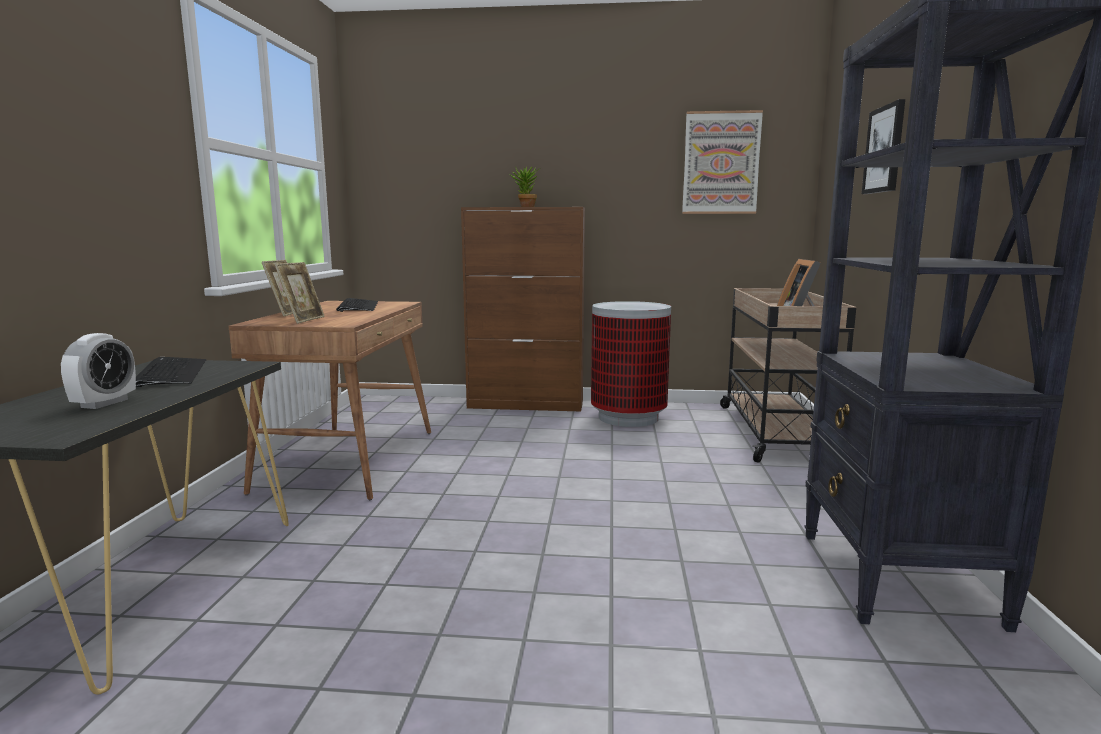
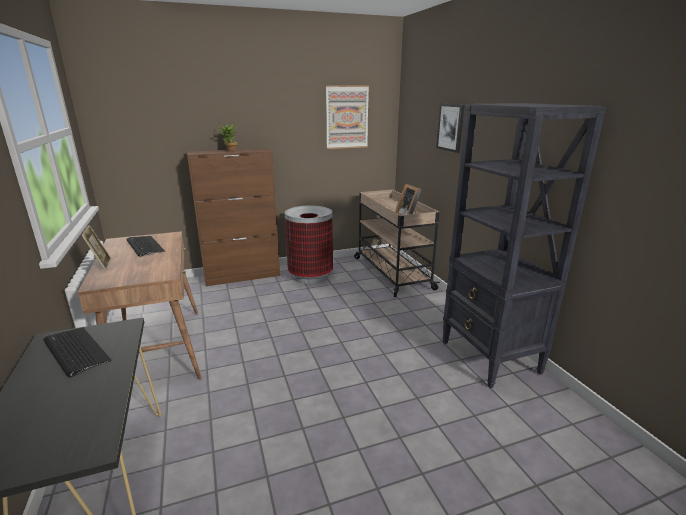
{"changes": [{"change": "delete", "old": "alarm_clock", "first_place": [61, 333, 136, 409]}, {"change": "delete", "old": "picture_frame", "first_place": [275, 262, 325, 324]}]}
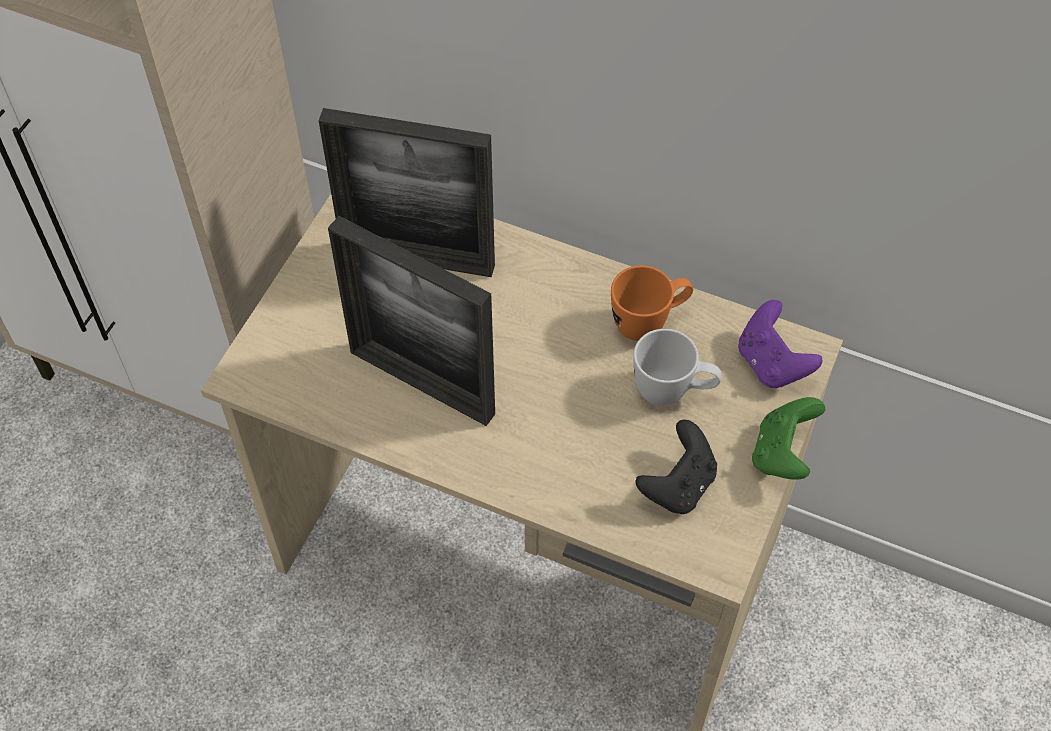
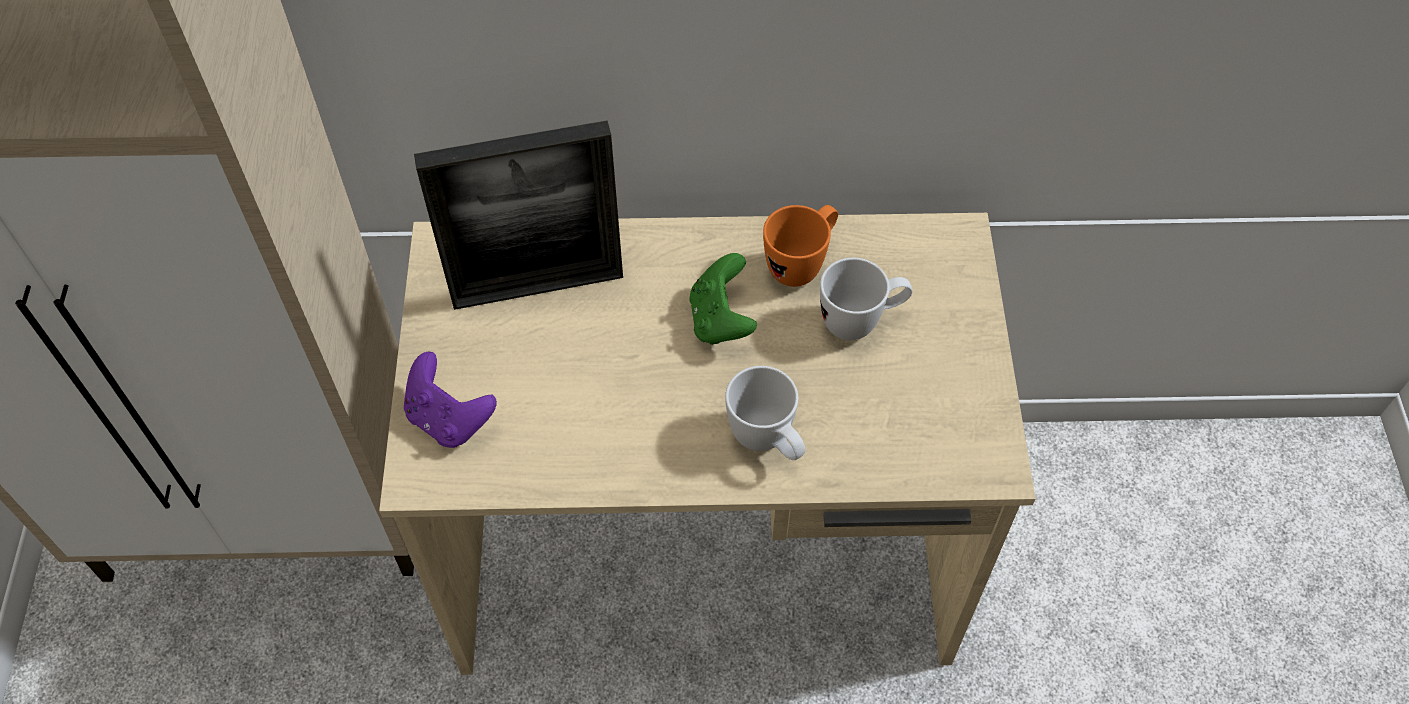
{"changes": [{"change": "delete", "old": "picture_frame", "first_place": [328, 216, 495, 426]}, {"change": "delete", "old": "black_game_controller", "first_place": [635, 420, 717, 514]}, {"change": "insert", "new": "white_mug", "second_place": [725, 366, 805, 460]}, {"change": "move", "old": "purple_game_controller", "first_place": [738, 300, 822, 388], "second_place": [404, 352, 497, 448]}, {"change": "move", "old": "green_game_controller", "first_place": [752, 397, 825, 480], "second_place": [689, 253, 757, 345]}]}
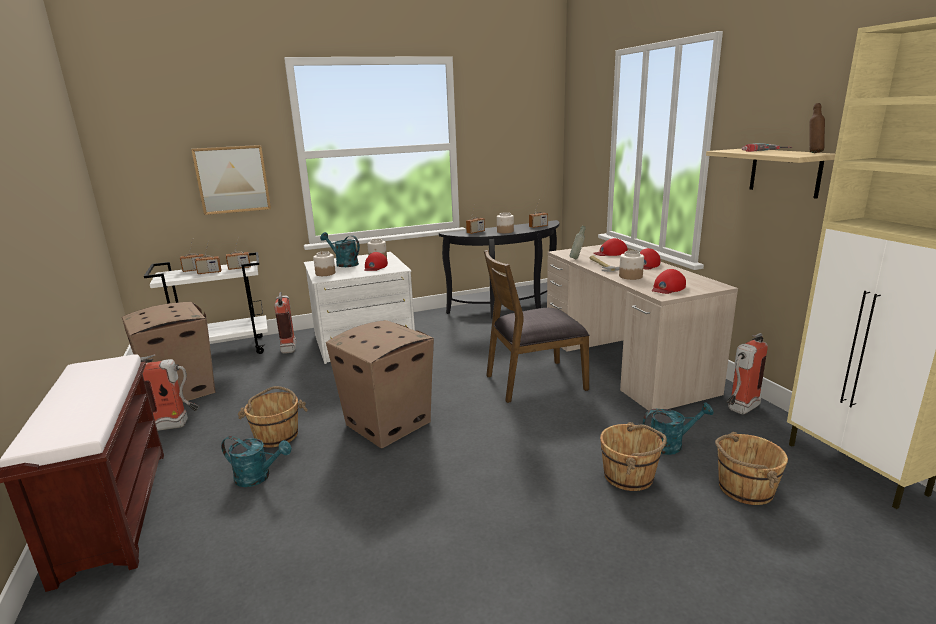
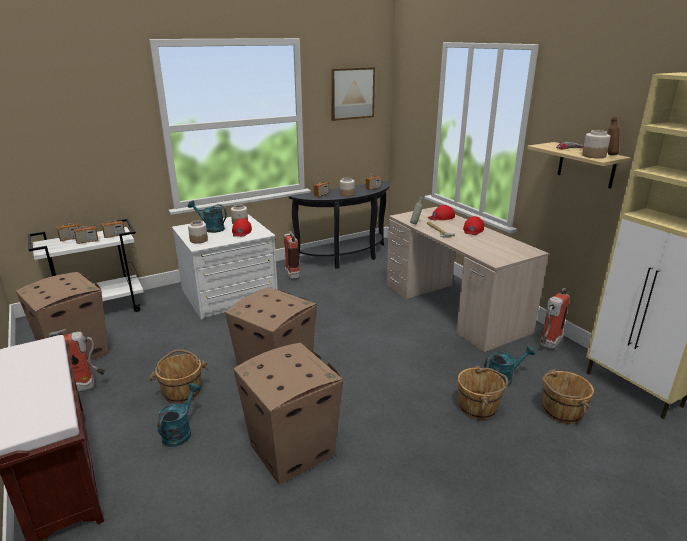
{"changes": [{"change": "delete", "old": "brown_chair", "first_place": [484, 250, 589, 403]}, {"change": "delete", "old": "red_cap", "first_place": [651, 269, 686, 294]}, {"change": "insert", "new": "cardboard_box", "second_place": [234, 343, 343, 485]}, {"change": "move", "old": "picture", "first_place": [191, 145, 271, 215], "second_place": [331, 67, 375, 121]}, {"change": "move", "old": "fire_extinguisher", "first_place": [274, 292, 296, 354], "second_place": [284, 231, 300, 280]}, {"change": "move", "old": "jar", "first_place": [619, 251, 644, 280], "second_place": [582, 130, 611, 158]}, {"change": "rotate", "old": "turquoise_watering_can", "first_place": [221, 436, 292, 487], "second_place": [157, 383, 200, 447], "degrees": -75}]}
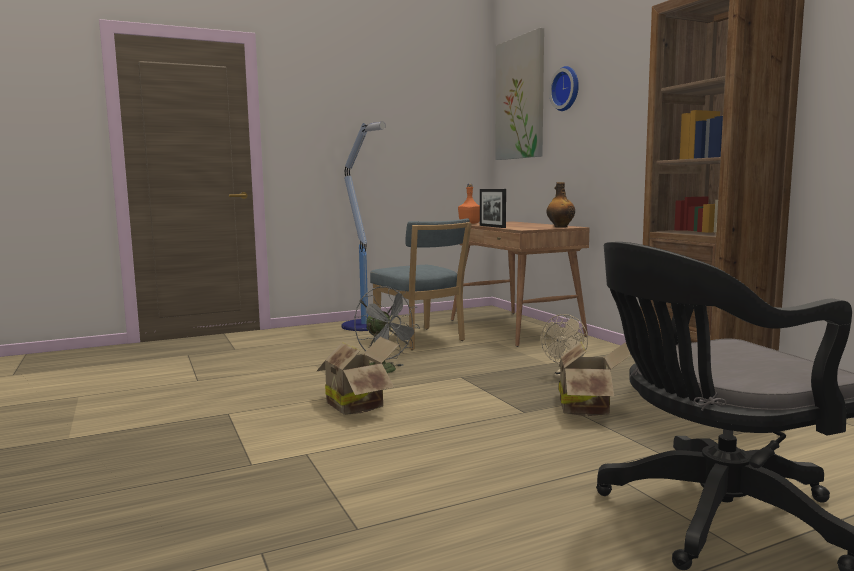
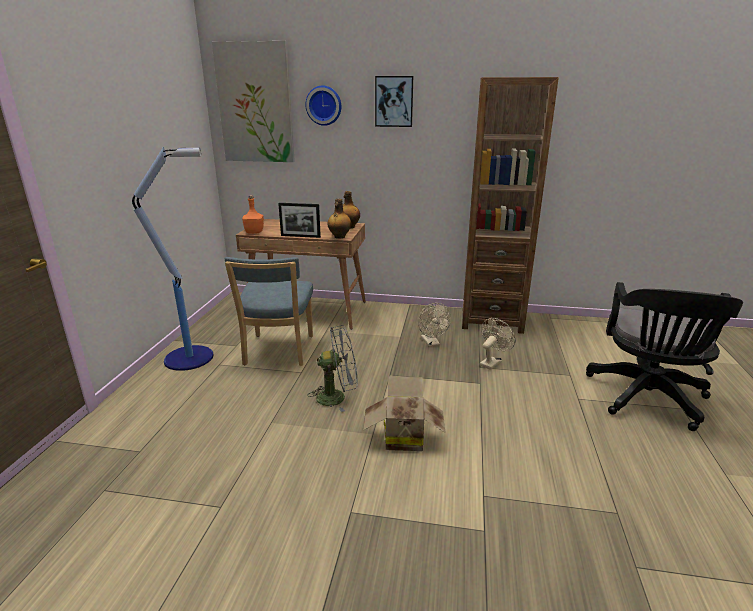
{"changes": [{"change": "insert", "new": "bottle", "second_place": [327, 199, 351, 239]}, {"change": "insert", "new": "picture", "second_place": [375, 76, 413, 127]}, {"change": "replace", "old": "cardboard_box", "new": "beige_fan", "first_place": [559, 342, 631, 416], "second_place": [480, 318, 516, 370]}, {"change": "rotate", "old": "blue_chair", "first_place": [370, 218, 472, 350], "second_place": [225, 257, 313, 366], "degrees": 90}]}
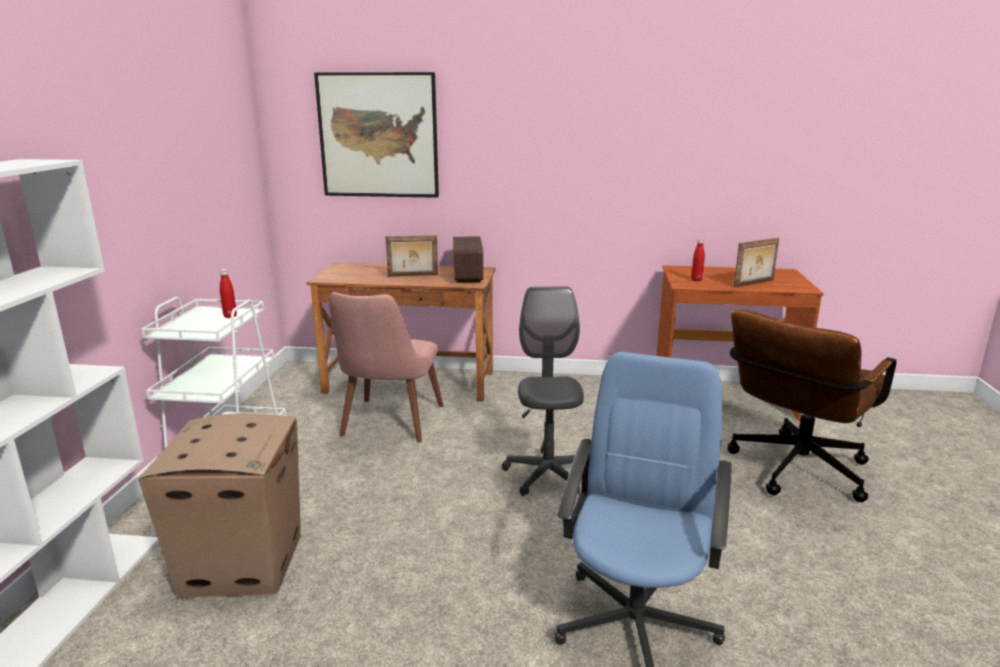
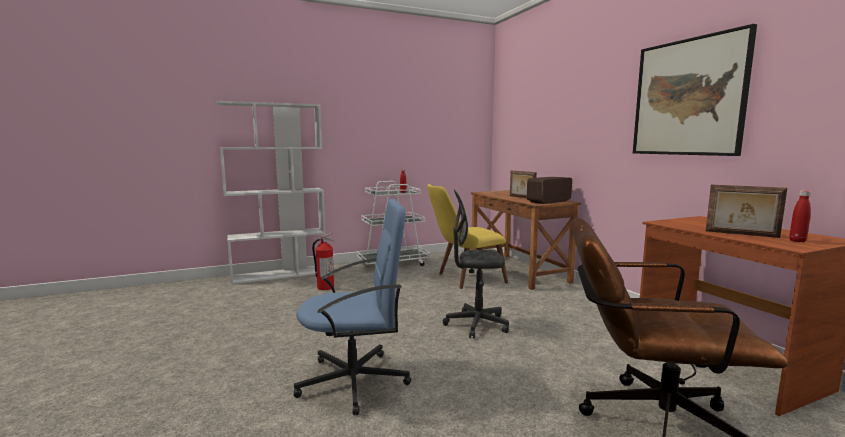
{"changes": [{"change": "move", "old": "picture", "first_place": [314, 72, 439, 198], "second_place": [633, 24, 757, 156]}, {"change": "move", "old": "red_bottle", "first_place": [691, 239, 705, 281], "second_place": [789, 191, 811, 242]}, {"change": "replace", "old": "cardboard_box", "new": "fire_extinguisher", "first_place": [138, 413, 301, 598], "second_place": [312, 233, 334, 290]}, {"change": "recolor", "old": "pink_chair", "new": "yellow_chair", "first_place": [329, 292, 444, 443], "second_place": [427, 184, 508, 289]}, {"change": "rotate", "old": "grey_office_chair", "first_place": [502, 287, 584, 496], "second_place": [443, 190, 509, 339], "degrees": -150}]}
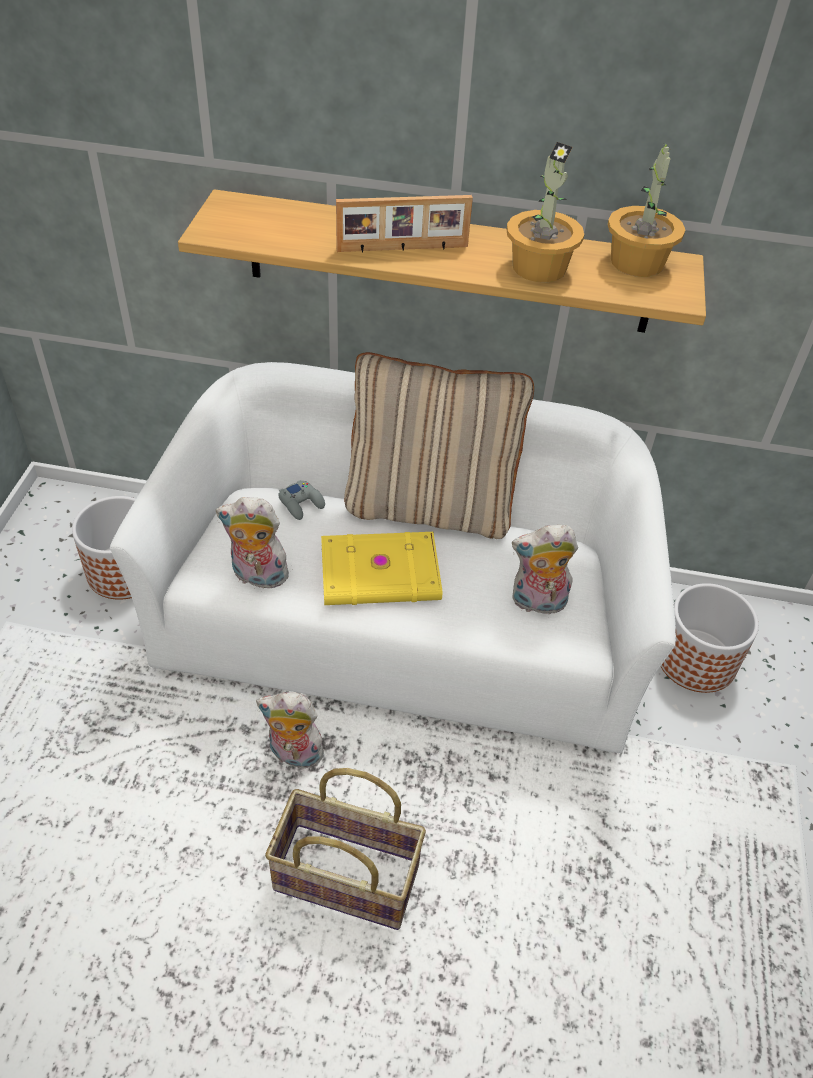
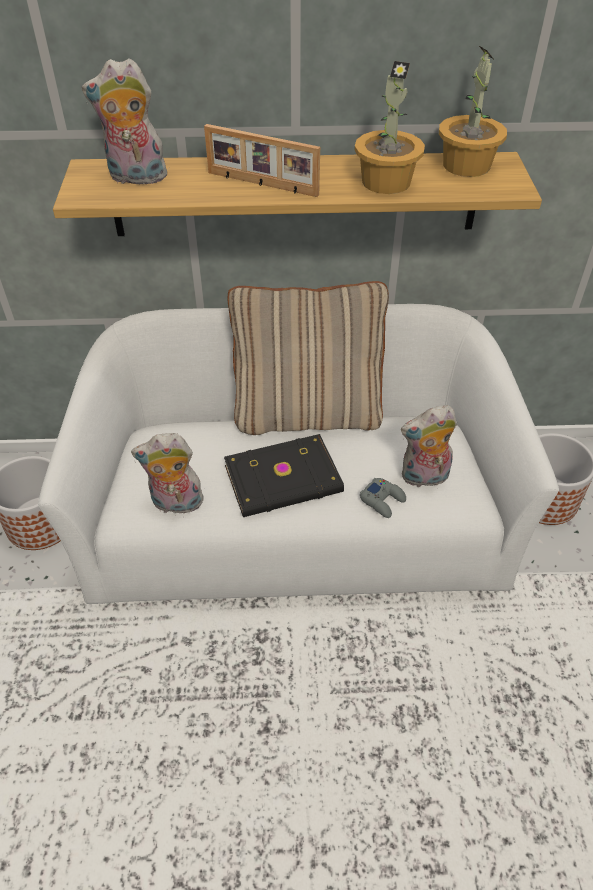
{"changes": [{"change": "delete", "old": "basket", "first_place": [265, 768, 426, 930]}, {"change": "move", "old": "plush_toy", "first_place": [256, 692, 328, 768], "second_place": [82, 58, 169, 184]}, {"change": "move", "old": "grey_game_controller", "first_place": [278, 480, 325, 520], "second_place": [360, 478, 406, 518]}, {"change": "recolor", "old": "yellow_book", "new": "black_book", "first_place": [321, 532, 442, 605], "second_place": [224, 434, 344, 517]}, {"change": "rotate", "old": "picture_frame", "first_place": [336, 195, 473, 253], "second_place": [204, 124, 320, 197], "degrees": 45}]}
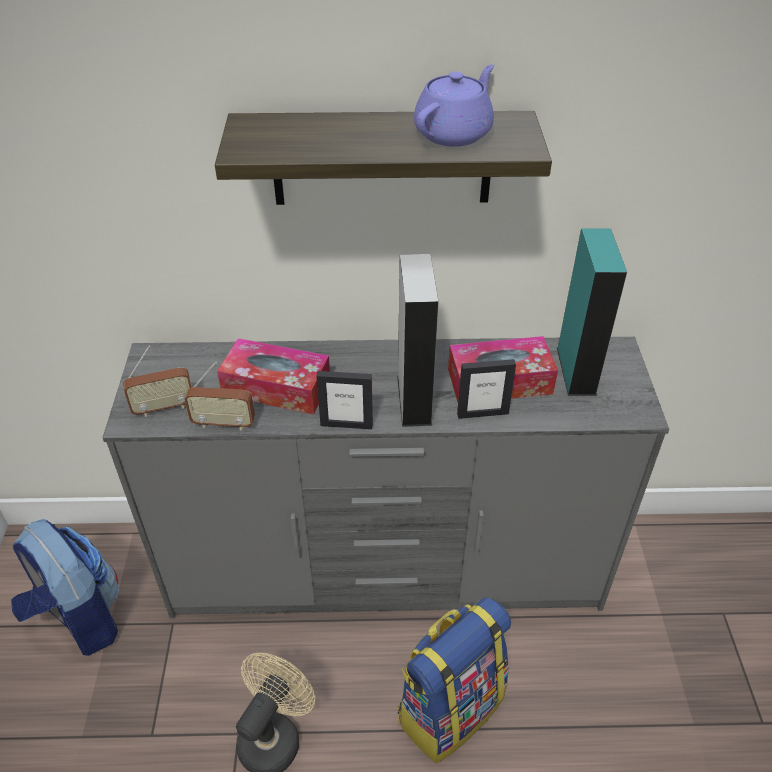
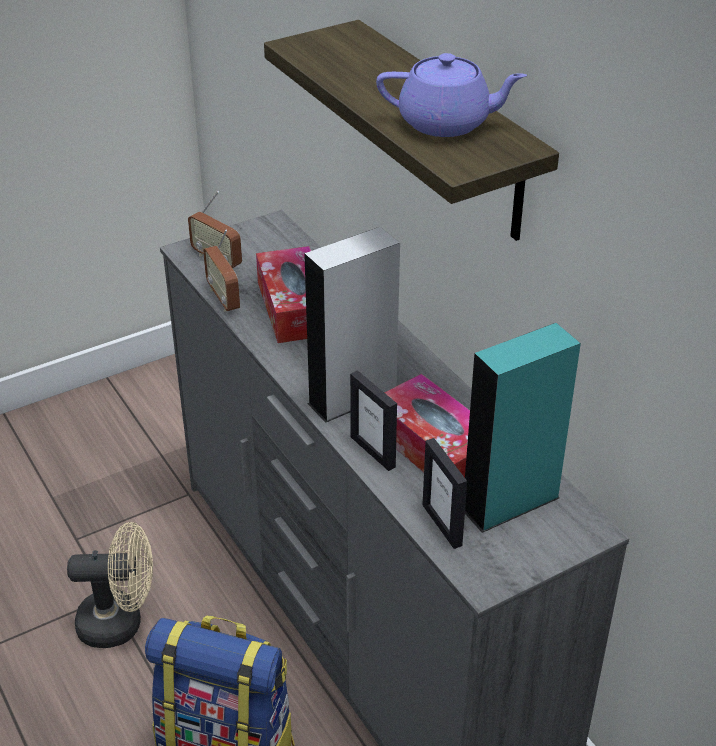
{"changes": [{"change": "delete", "old": "backpack", "first_place": [11, 519, 119, 656]}, {"change": "move", "old": "picture_frame", "first_place": [316, 371, 373, 429], "second_place": [422, 438, 467, 549]}]}
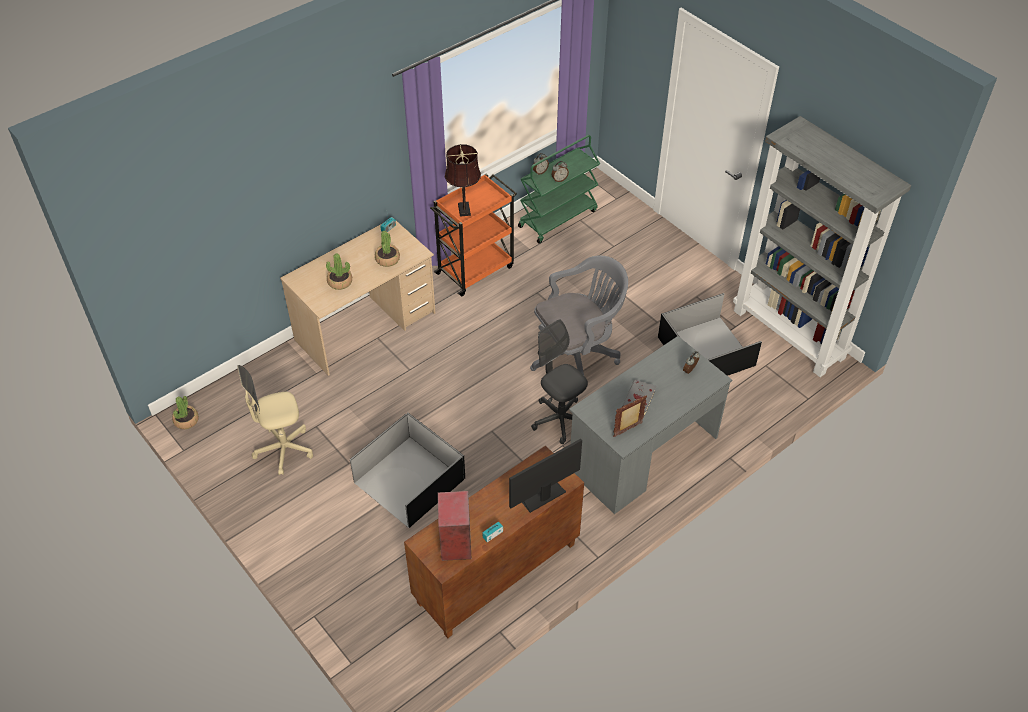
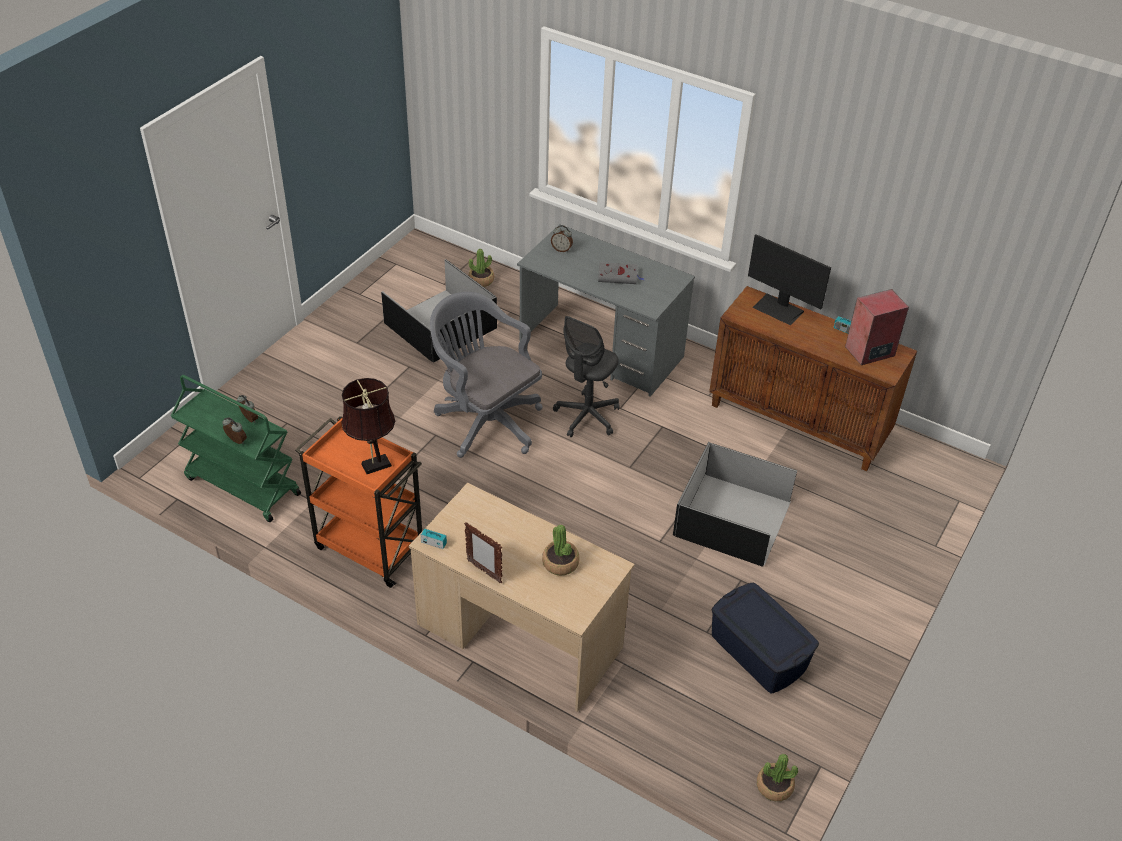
{"changes": [{"change": "delete", "old": "grey_bookcase", "first_place": [733, 116, 911, 377]}, {"change": "move", "old": "potted_plant", "first_place": [375, 230, 400, 267], "second_place": [468, 249, 494, 287]}, {"change": "move", "old": "picture_frame", "first_place": [613, 395, 647, 437], "second_place": [464, 523, 502, 583]}, {"change": "replace", "old": "beige_office_chair", "new": "blue_storage_box", "first_place": [237, 365, 313, 475], "second_place": [712, 583, 819, 693]}]}
